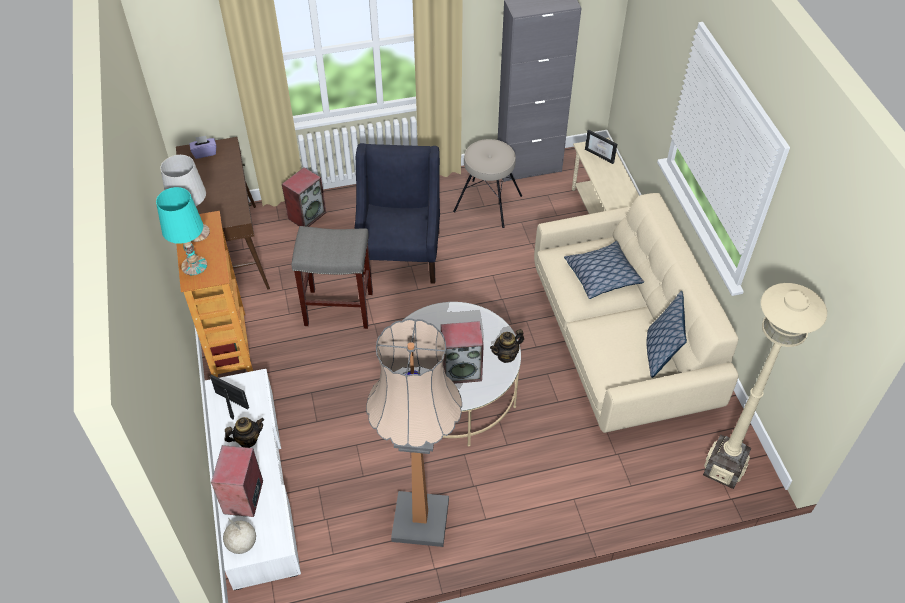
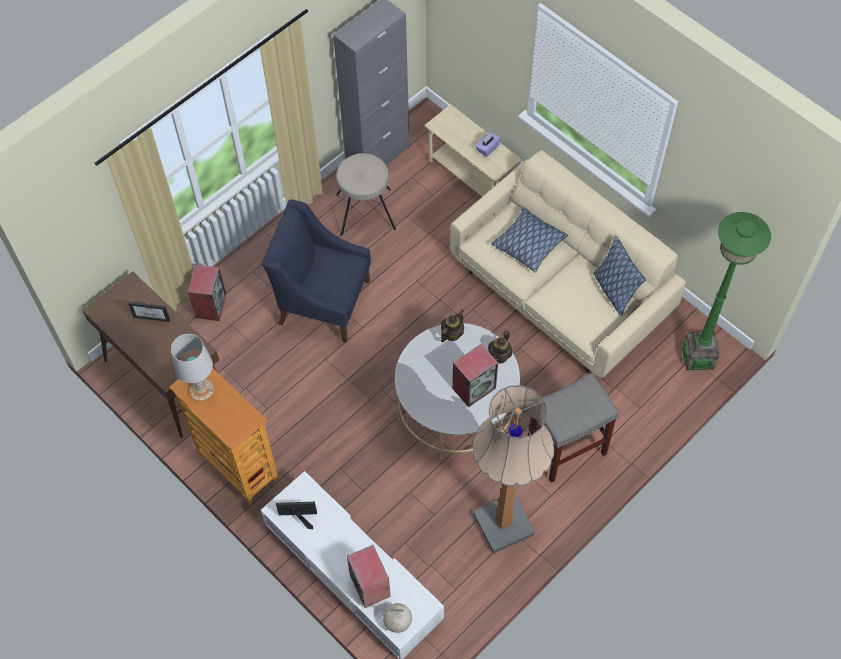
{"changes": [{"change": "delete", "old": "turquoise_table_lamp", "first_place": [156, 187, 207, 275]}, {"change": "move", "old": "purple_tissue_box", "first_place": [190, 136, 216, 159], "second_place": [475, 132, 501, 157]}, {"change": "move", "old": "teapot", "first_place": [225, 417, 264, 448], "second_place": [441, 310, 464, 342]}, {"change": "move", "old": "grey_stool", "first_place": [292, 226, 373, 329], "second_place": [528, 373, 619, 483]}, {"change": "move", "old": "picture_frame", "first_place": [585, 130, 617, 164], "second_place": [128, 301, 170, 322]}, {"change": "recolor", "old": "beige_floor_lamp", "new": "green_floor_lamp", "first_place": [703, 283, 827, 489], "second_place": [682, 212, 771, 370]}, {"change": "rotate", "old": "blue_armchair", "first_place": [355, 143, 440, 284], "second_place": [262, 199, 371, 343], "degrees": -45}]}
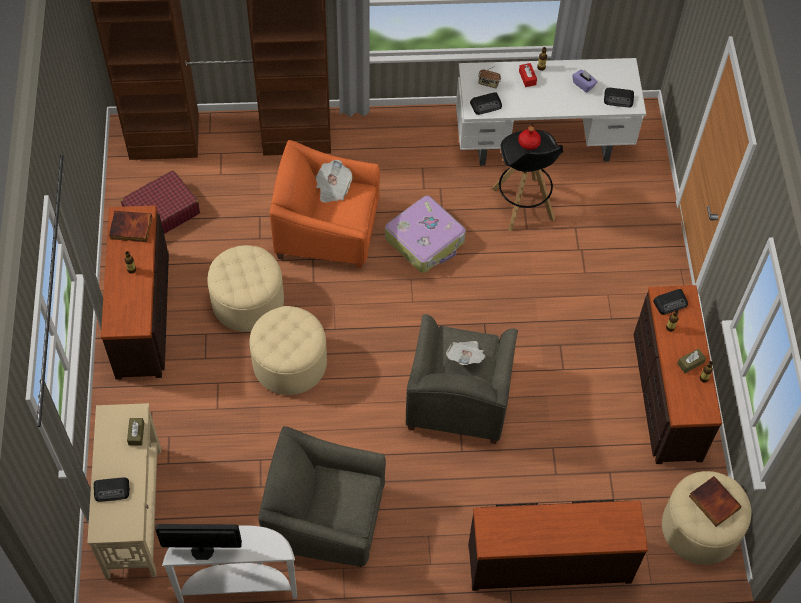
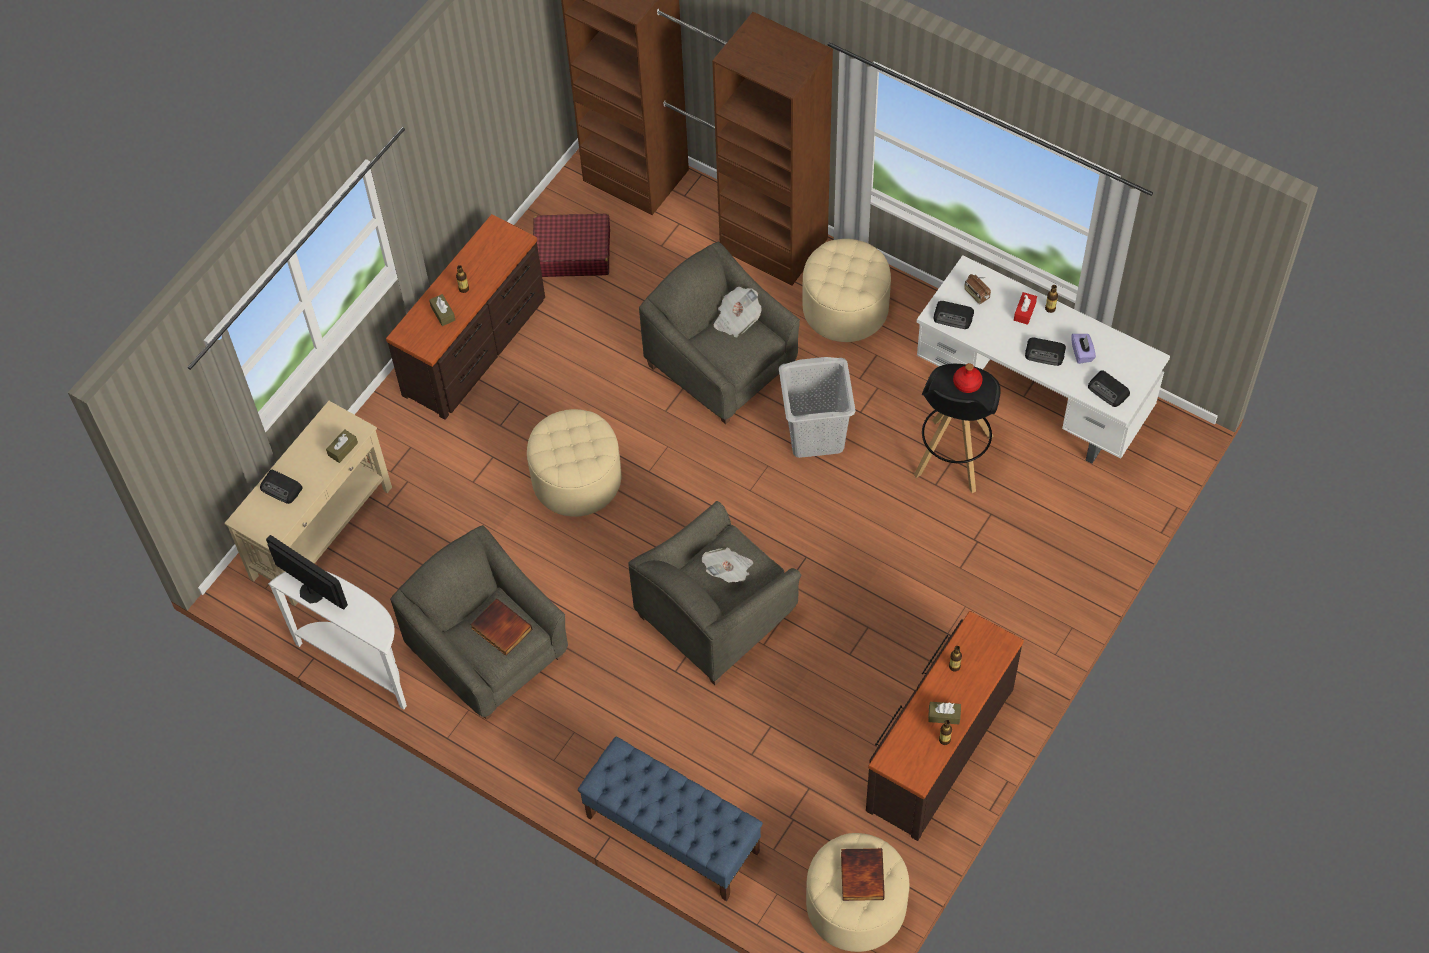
{"changes": [{"change": "insert", "new": "brown_tissue_box", "second_place": [429, 294, 455, 326]}, {"change": "move", "old": "book", "first_place": [109, 211, 152, 242], "second_place": [470, 599, 532, 656]}, {"change": "move", "old": "beige_ottoman", "first_place": [207, 245, 284, 332], "second_place": [803, 239, 891, 342]}, {"change": "move", "old": "radio", "first_place": [653, 289, 688, 315], "second_place": [1025, 337, 1066, 366]}, {"change": "replace", "old": "suitcase", "new": "grey_laundry_basket", "first_place": [385, 196, 466, 273], "second_place": [779, 357, 856, 458]}, {"change": "replace", "old": "brown_dresser", "new": "blue_bench", "first_place": [468, 500, 648, 591], "second_place": [578, 737, 763, 901]}, {"change": "recolor", "old": "orange_armchair", "new": "grey_armchair", "first_place": [270, 140, 380, 268], "second_place": [639, 241, 800, 424]}]}
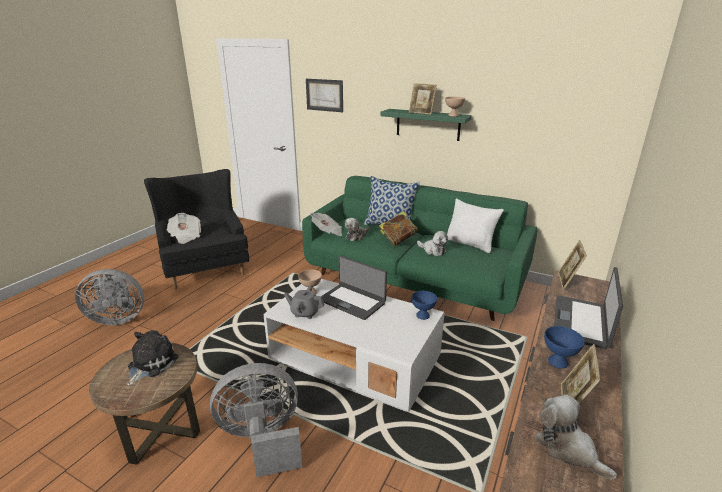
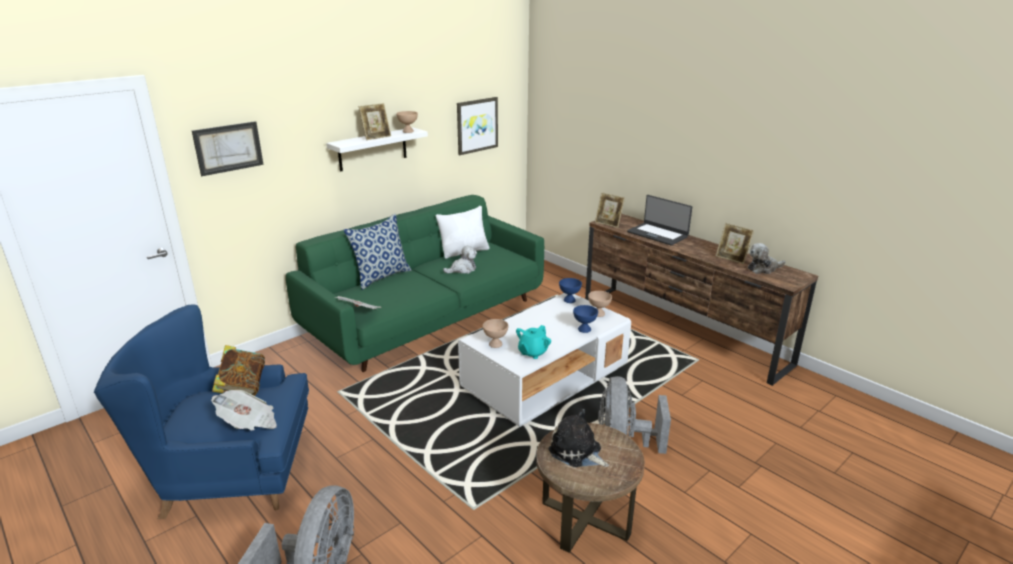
{"changes": [{"change": "delete", "old": "laptop", "first_place": [322, 255, 387, 320]}, {"change": "delete", "old": "plush_toy", "first_place": [345, 218, 370, 241]}, {"change": "insert", "new": "picture", "second_place": [457, 97, 498, 155]}, {"change": "insert", "new": "beige_bowl", "second_place": [588, 291, 612, 317]}, {"change": "move", "old": "book", "first_place": [379, 211, 418, 246], "second_place": [212, 345, 265, 396]}, {"change": "move", "old": "blue_bowl", "first_place": [544, 326, 585, 369], "second_place": [573, 305, 598, 333]}, {"change": "recolor", "old": "black_armchair", "new": "blue_armchair", "first_place": [144, 169, 249, 289], "second_place": [94, 304, 309, 519]}, {"change": "recolor", "old": "grey_teapot", "new": "turquoise_teapot", "first_place": [284, 286, 325, 319], "second_place": [516, 325, 551, 359]}, {"change": "recolor", "old": "green_shelf", "new": "white_shelf", "first_place": [380, 109, 472, 141], "second_place": [326, 127, 428, 172]}]}
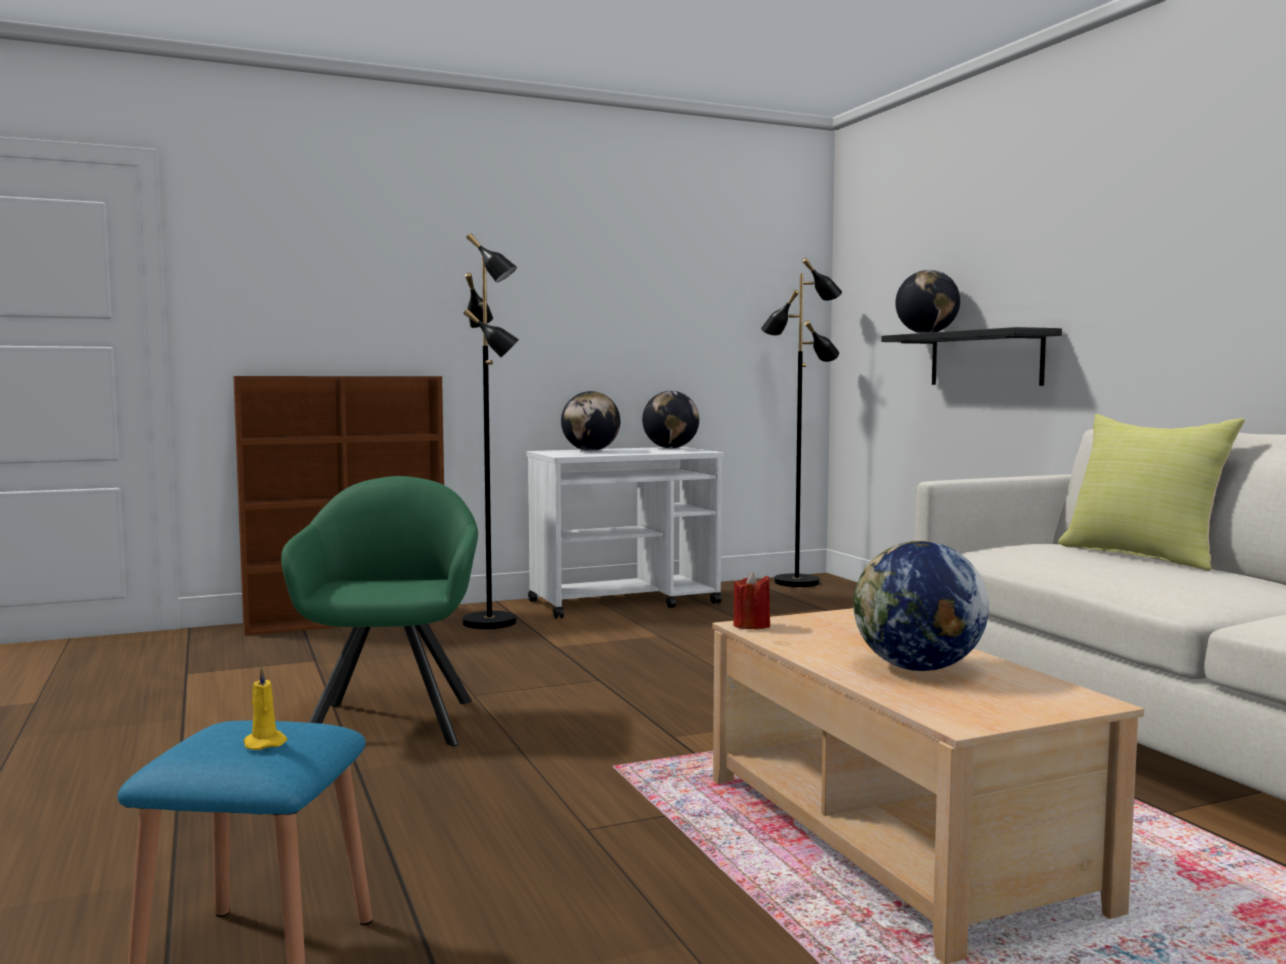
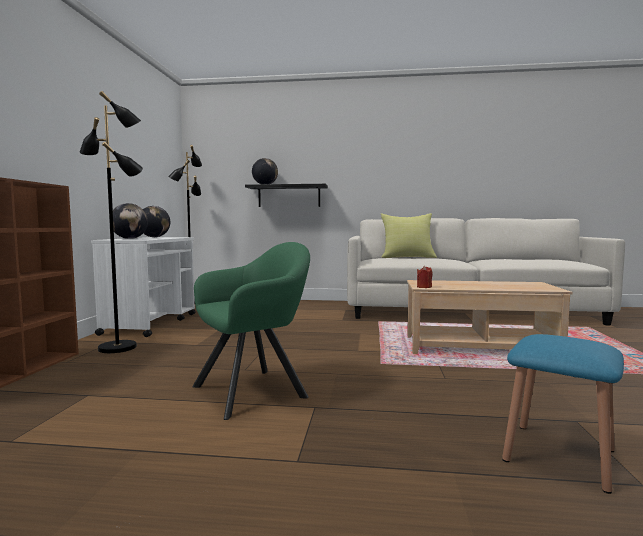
{"changes": [{"change": "delete", "old": "yellow_candle", "first_place": [244, 667, 287, 750]}, {"change": "delete", "old": "globe", "first_place": [853, 541, 989, 671]}, {"change": "rotate", "old": "green_armchair", "first_place": [281, 476, 478, 746], "second_place": [192, 242, 310, 420], "degrees": 120}]}
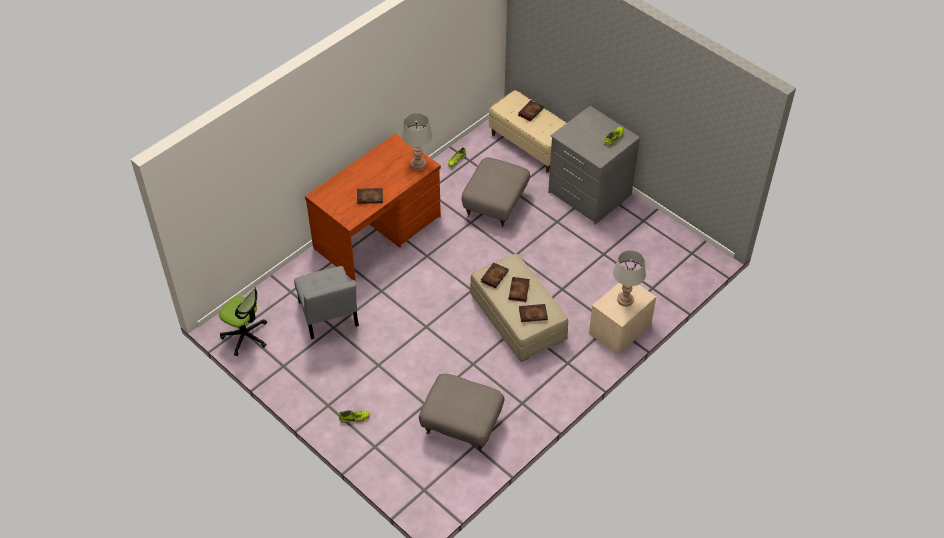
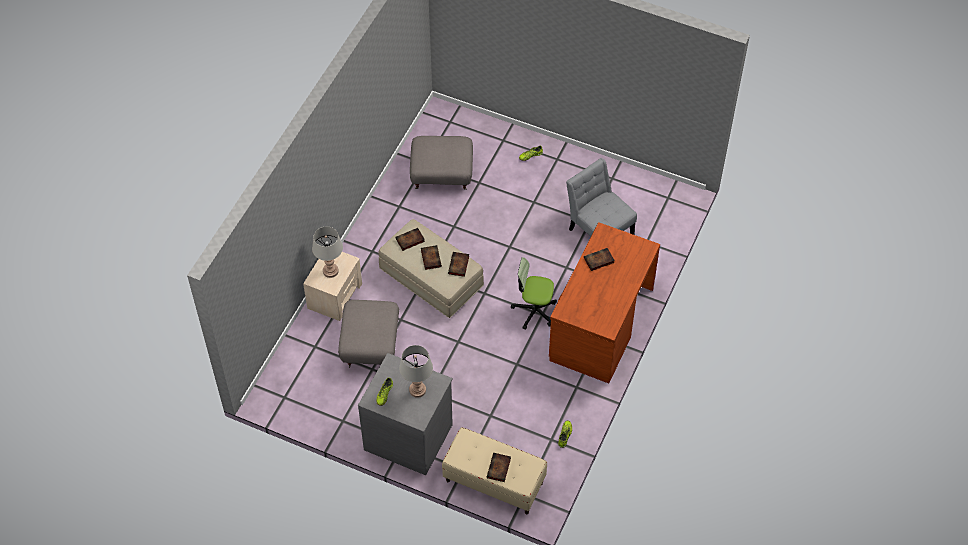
{"changes": [{"change": "move", "old": "office_chair", "first_place": [219, 287, 267, 356], "second_place": [511, 257, 557, 330]}, {"change": "move", "old": "grey_table_lamp", "first_place": [402, 113, 433, 170], "second_place": [399, 345, 433, 398]}, {"change": "move", "old": "grey_ottoman", "first_place": [461, 157, 530, 228], "second_place": [338, 300, 399, 368]}]}
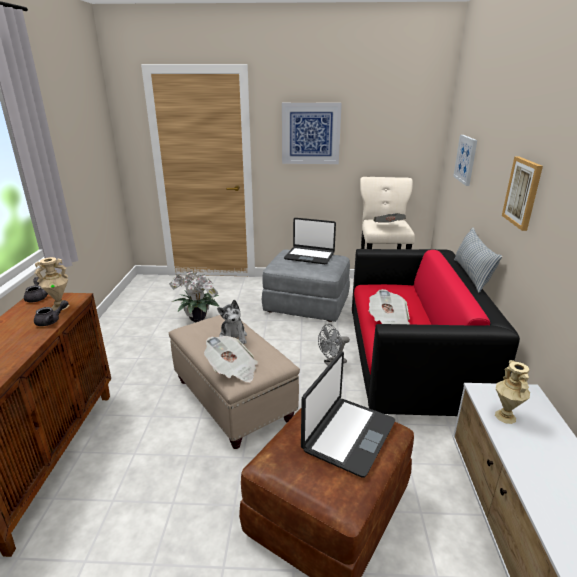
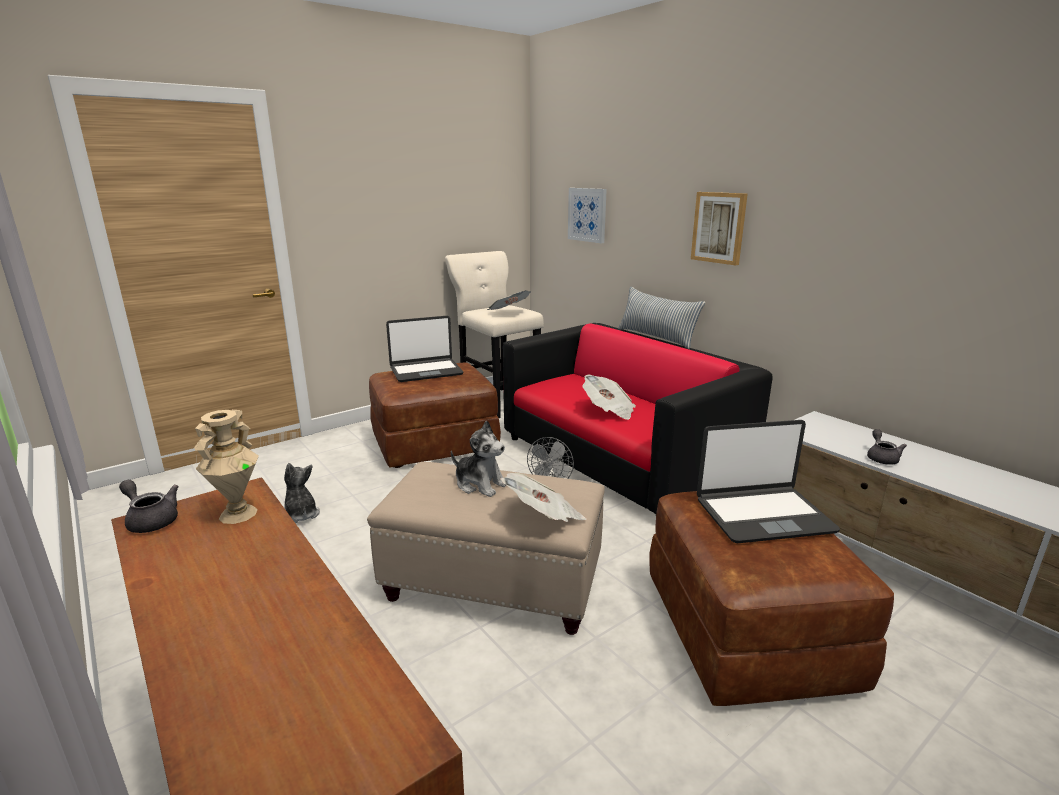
{"changes": [{"change": "delete", "old": "picture", "first_place": [282, 103, 342, 164]}, {"change": "delete", "old": "beige_vase", "first_place": [495, 360, 530, 424]}, {"change": "move", "old": "grey_teapot", "first_place": [34, 300, 69, 326], "second_place": [867, 429, 907, 465]}, {"change": "replace", "old": "potted_plant", "new": "plush_toy", "first_place": [169, 271, 220, 322], "second_place": [284, 463, 320, 523]}, {"change": "recolor", "old": "grey_ottoman", "new": "brown_ottoman", "first_place": [262, 250, 350, 322], "second_place": [369, 363, 501, 468]}, {"change": "rotate", "old": "laptop", "first_place": [301, 352, 395, 478], "second_place": [697, 420, 840, 543], "degrees": 90}]}
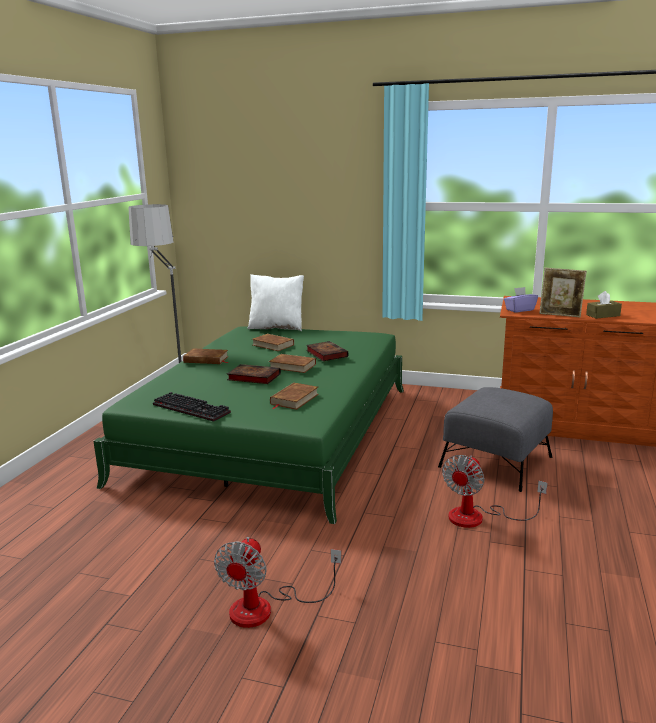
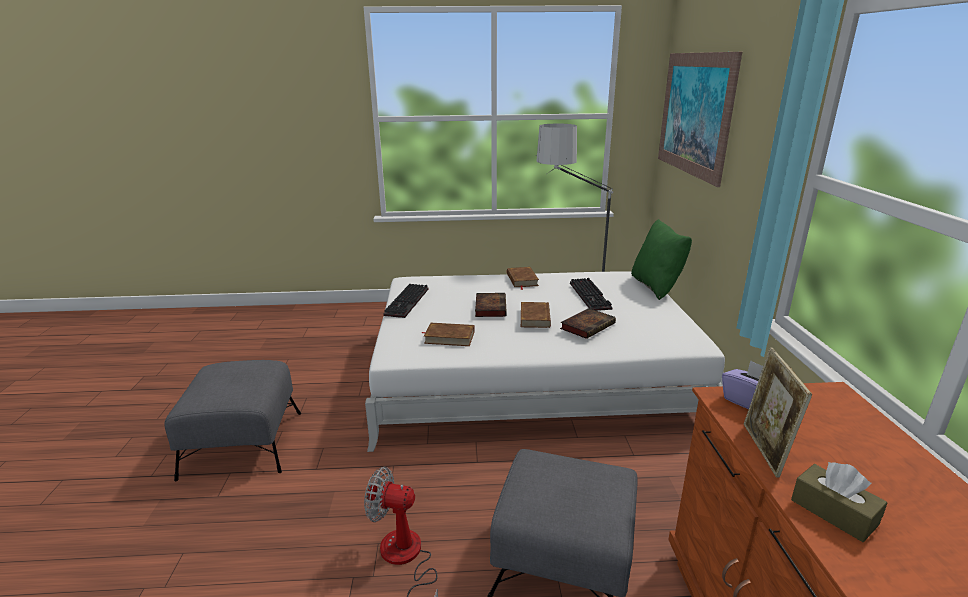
{"changes": [{"change": "insert", "new": "picture", "second_place": [658, 52, 742, 187]}, {"change": "replace", "old": "fan", "new": "grey_ottoman", "first_place": [214, 537, 341, 628], "second_place": [164, 360, 301, 481]}, {"change": "replace", "old": "brown_book", "new": "keyboard", "first_place": [252, 334, 294, 351], "second_place": [570, 278, 613, 311]}, {"change": "recolor", "old": "green_bed", "new": "white_bed", "first_place": [93, 326, 404, 524], "second_place": [365, 271, 725, 452]}, {"change": "recolor", "old": "white_pillow", "new": "green_pillow", "first_place": [247, 274, 304, 331], "second_place": [631, 219, 692, 300]}]}
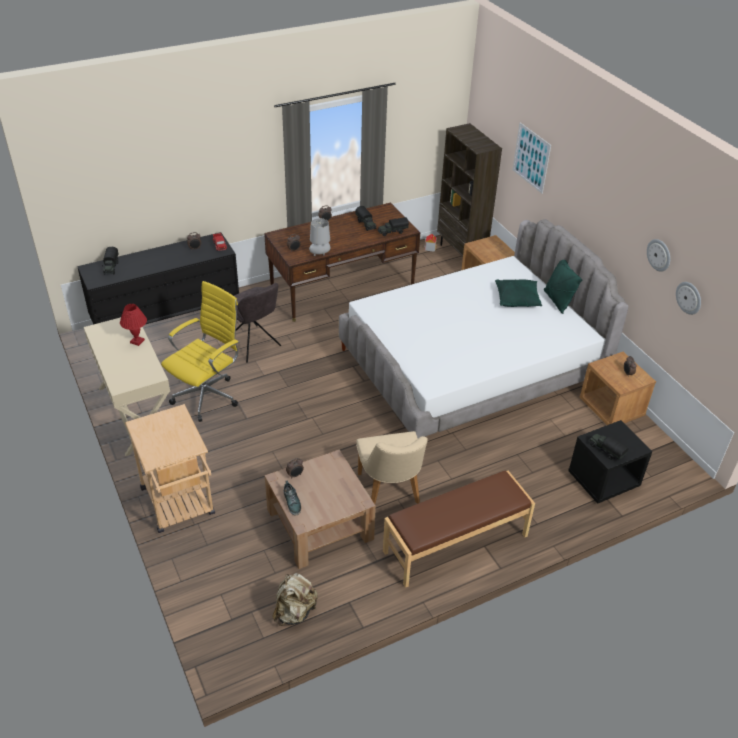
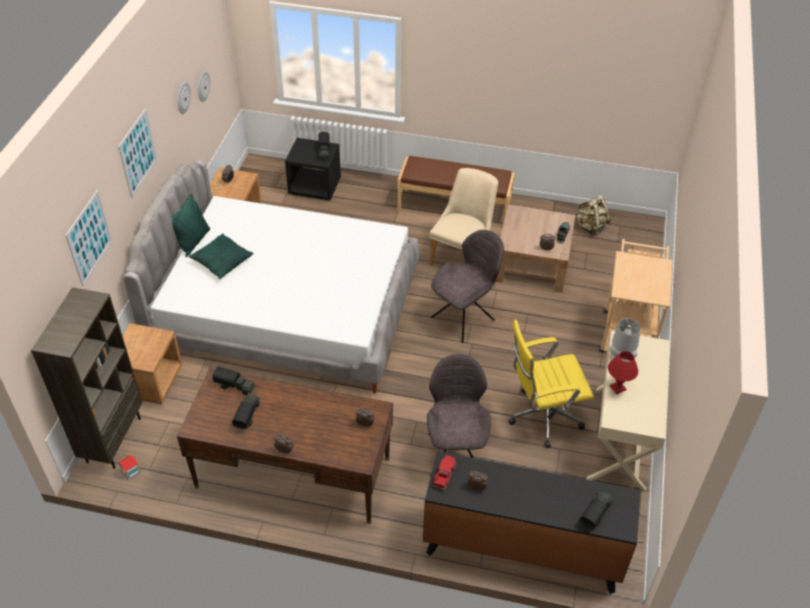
{"changes": [{"change": "insert", "new": "picture", "second_place": [118, 108, 157, 198]}, {"change": "insert", "new": "grey_chair", "second_place": [431, 230, 504, 343]}, {"change": "move", "old": "grey_table_lamp", "first_place": [309, 218, 330, 256], "second_place": [610, 318, 641, 360]}]}
